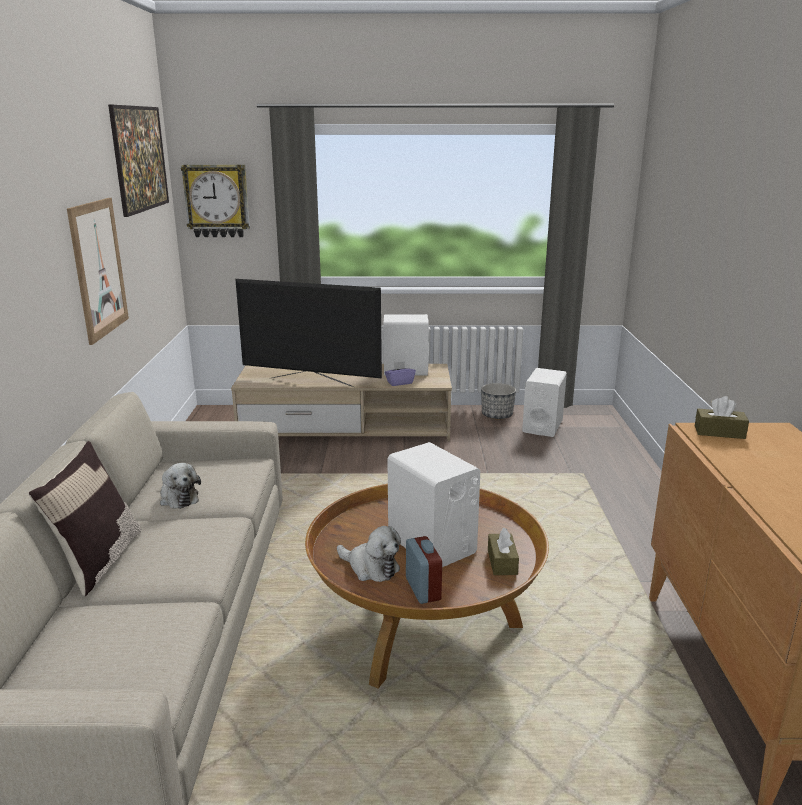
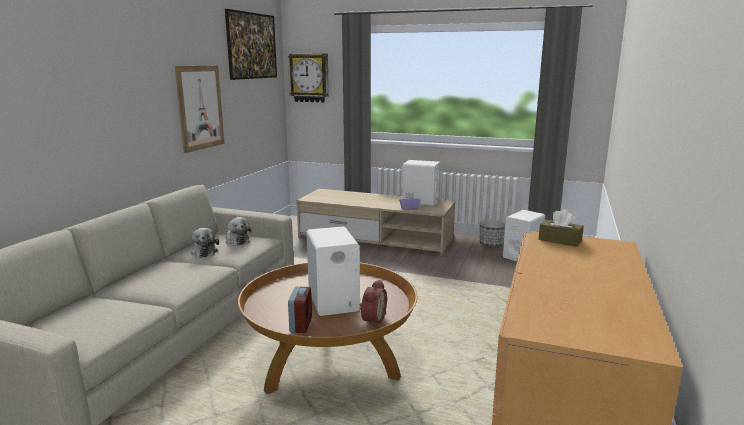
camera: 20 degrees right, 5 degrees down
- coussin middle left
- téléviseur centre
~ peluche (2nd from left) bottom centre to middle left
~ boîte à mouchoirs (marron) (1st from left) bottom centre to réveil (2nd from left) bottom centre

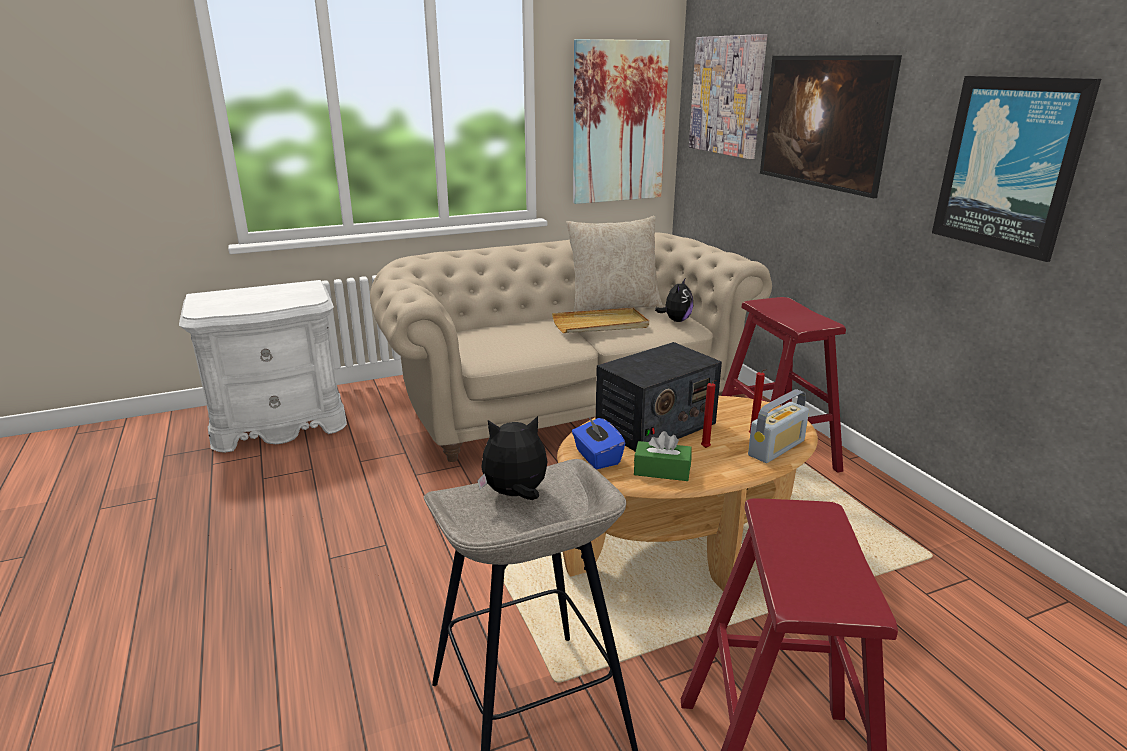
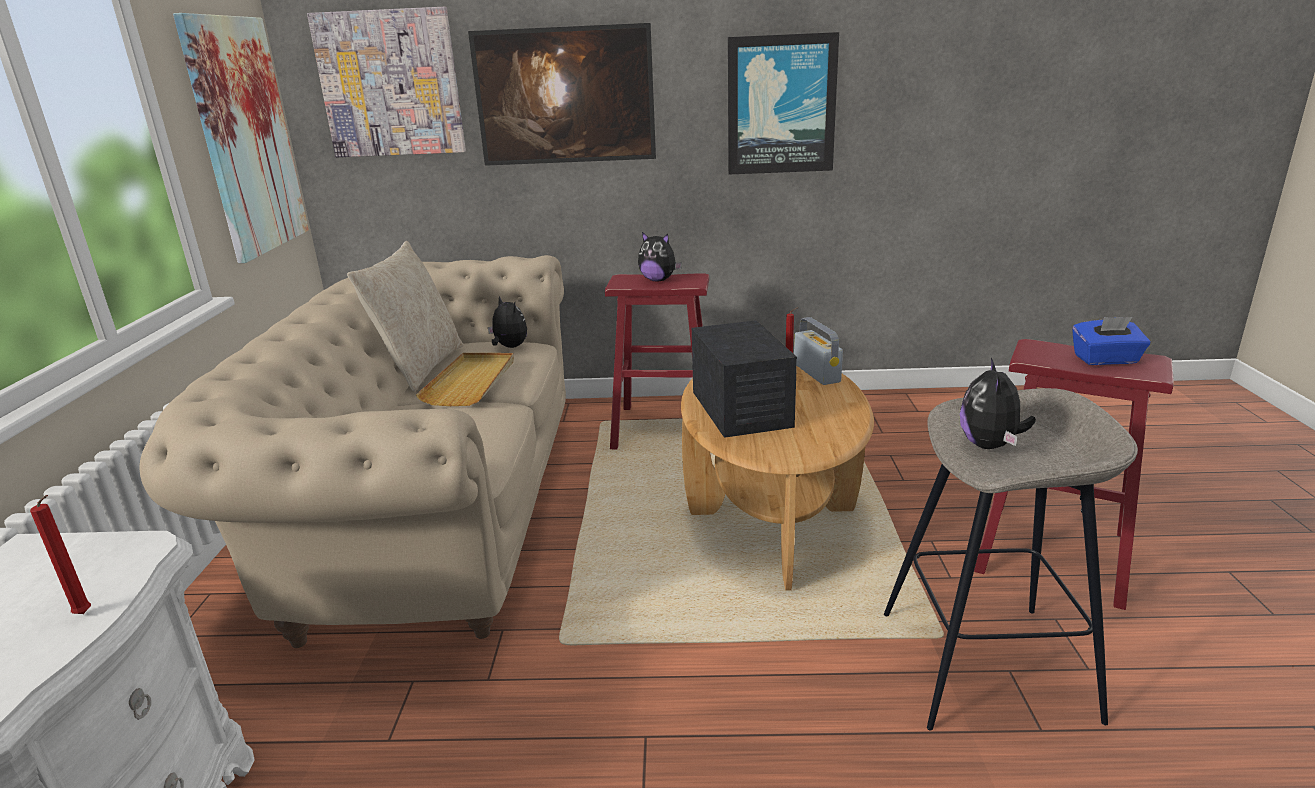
camera: 65 degrees left, 0 degrees up
~ boîte à mouchoirs (bleu) centre to middle right
- boîte à mouchoirs (vert) centre
~ bougie (rouge) (1st from left) centre to bottom left
+ peluche (2nd from left) top centre

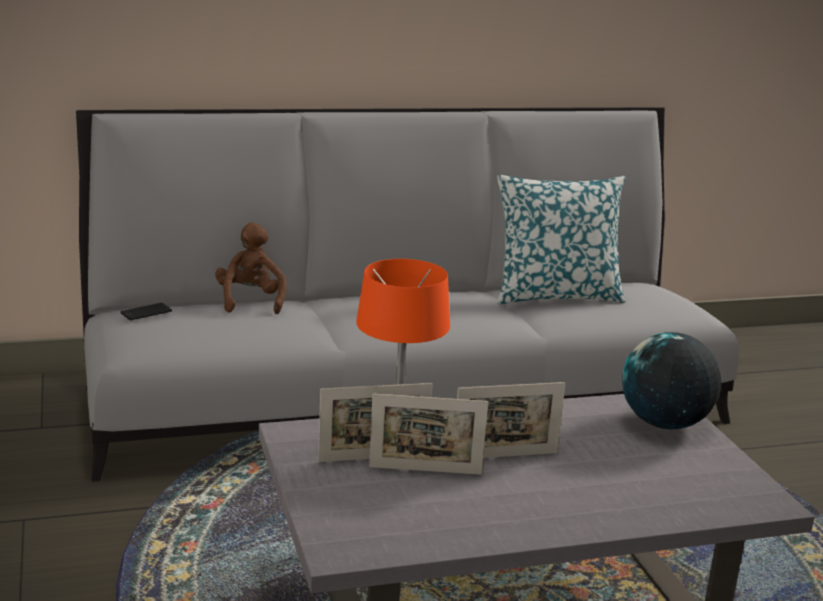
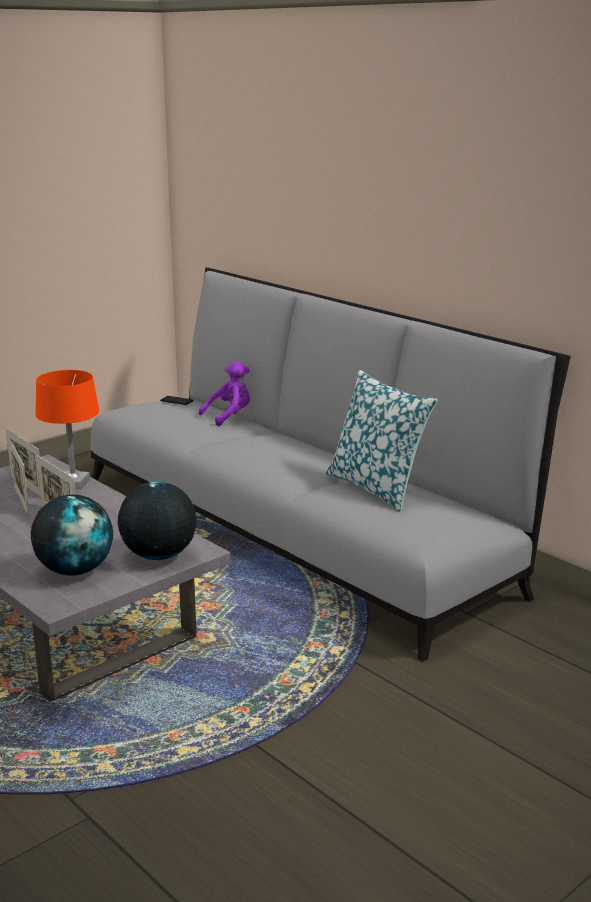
camera: 65 degrees right, 0 degrees up
~ peluche (marron) middle left to peluche (violet) centre
+ globe (1st from left) middle left

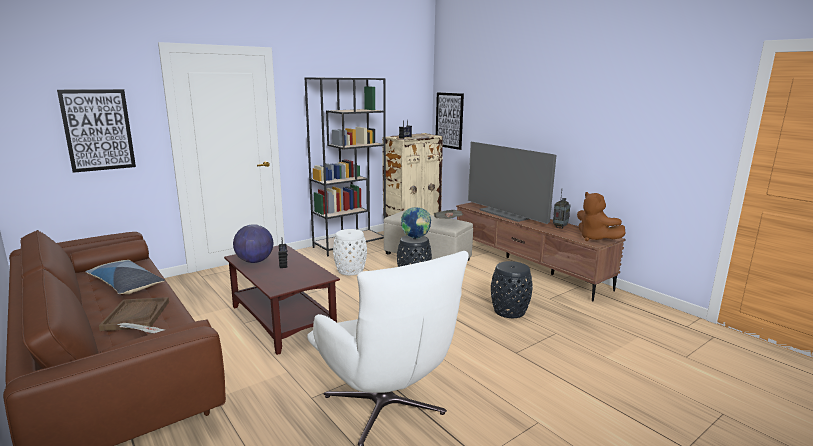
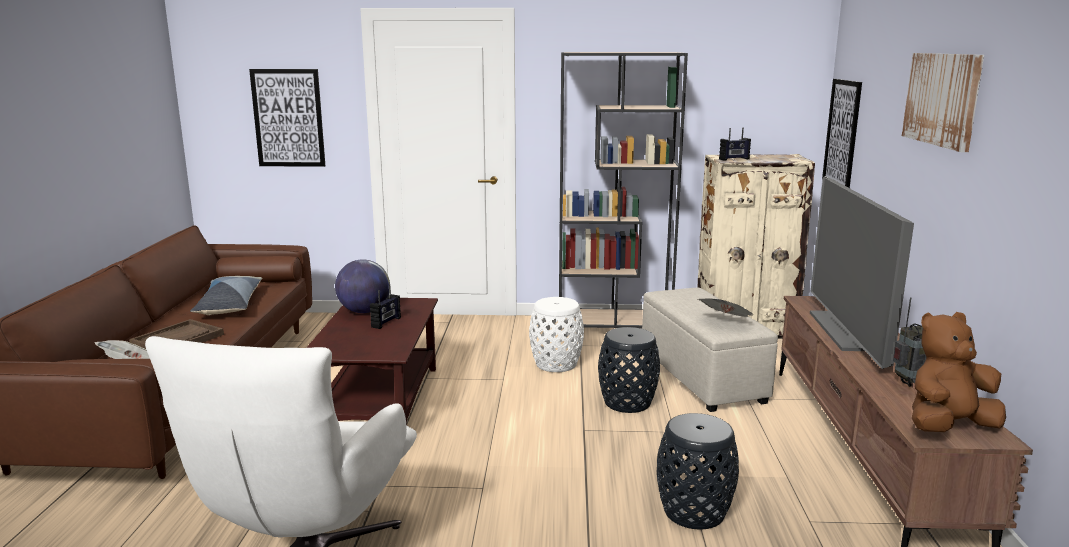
camera: 40 degrees right, 0 degrees up
- globe (2nd from left) centre
~ peluche (marron) middle right = bottom right 60 degrees clockwise
+ tableau (3rd from left) top right

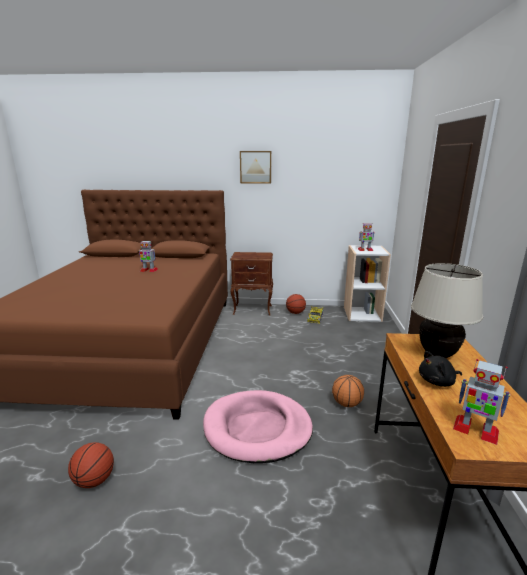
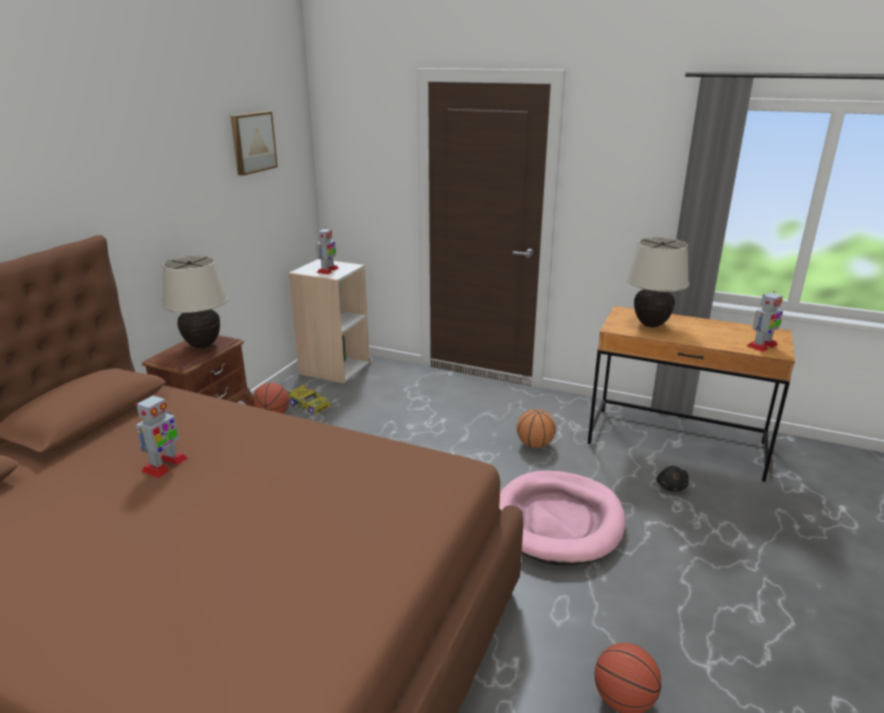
camera: 70 degrees left, 5 degrees up
~ tableau top centre to top left
~ peluche (noir) middle right to bottom right
+ lampe de table (beige) (1st from left) middle left

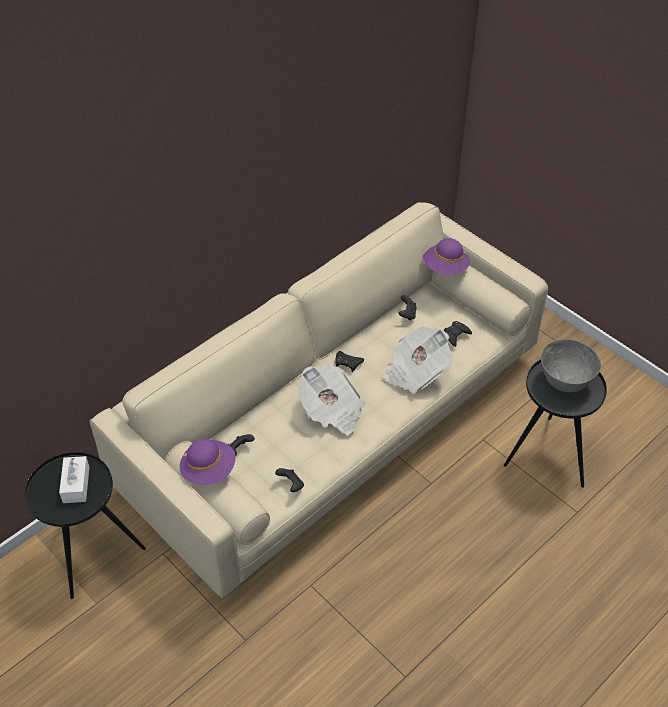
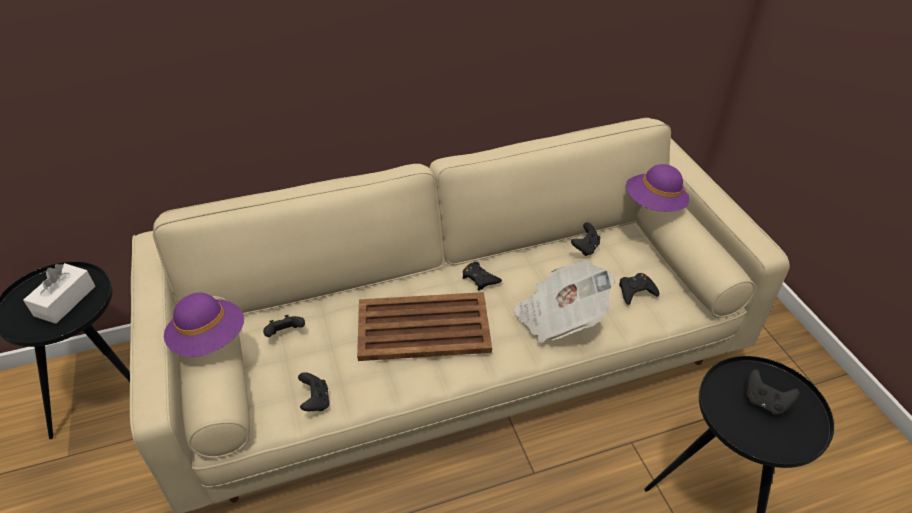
camera: 25 degrees right, 5 degrees down
~ journal (1st from left) centre to plateau (marron) centre
~ bol (gris) middle right to manette (noir) (6th from left) bottom right

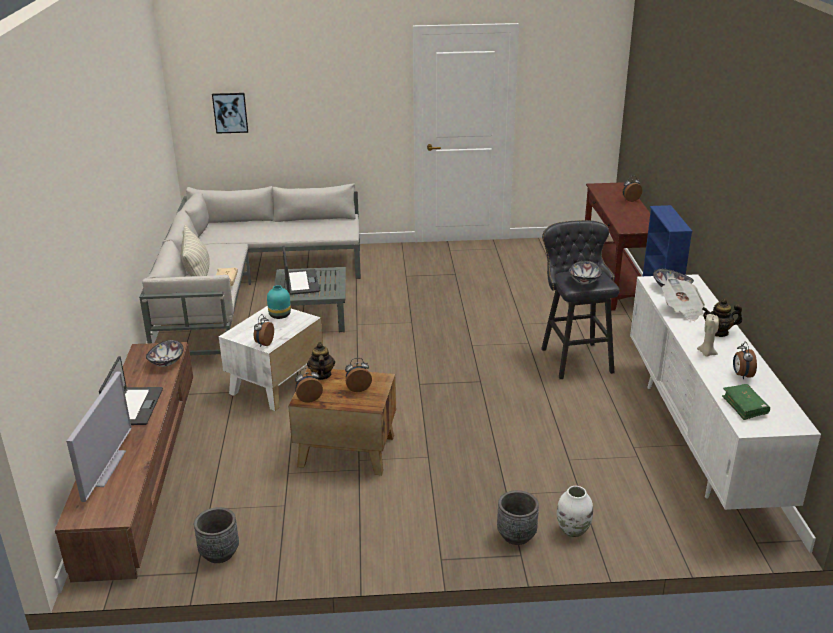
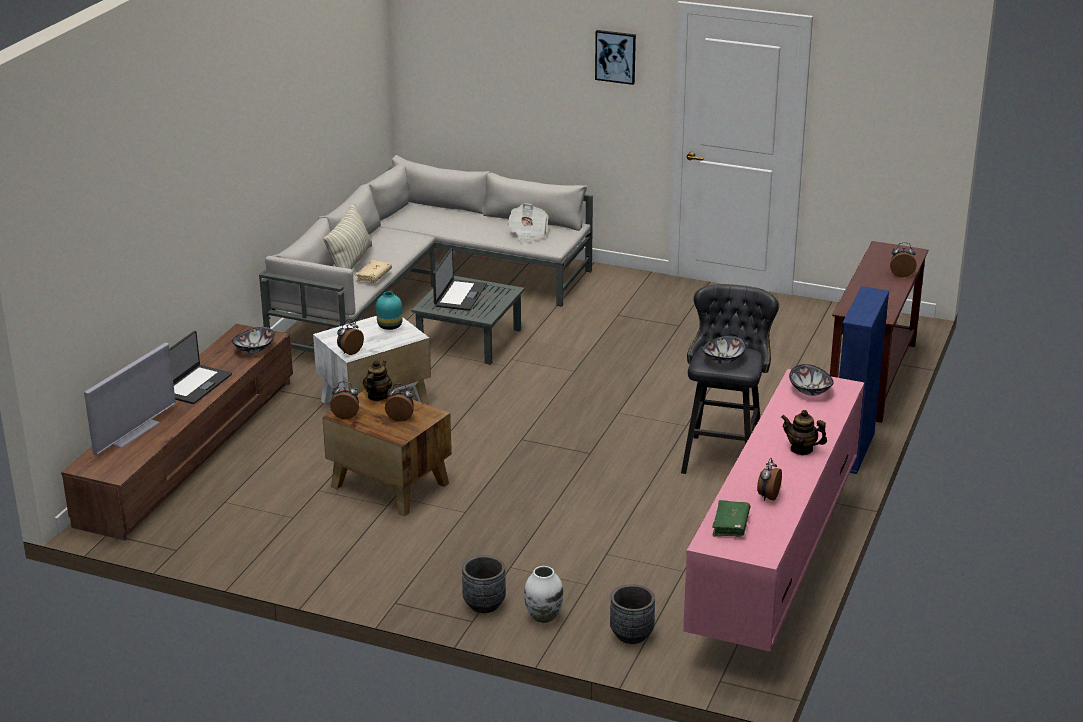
camera: 25 degrees right, 0 degrees up
~ cache-pot (gris) (1st from left in the first image) bottom left to cache-pot (gris) (2nd from left) bottom centre
~ tableau top left to top centre
~ meuble de rangement (blanc) middle right to meuble de rangement (rose) bottom right
~ journal middle right to top centre
- bougie (beige) middle right

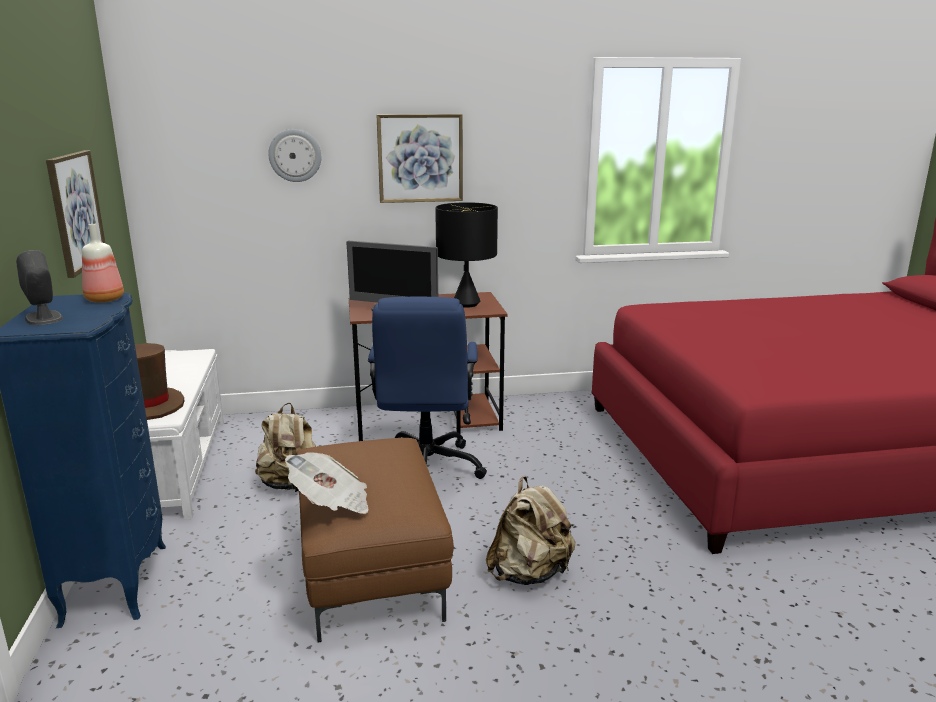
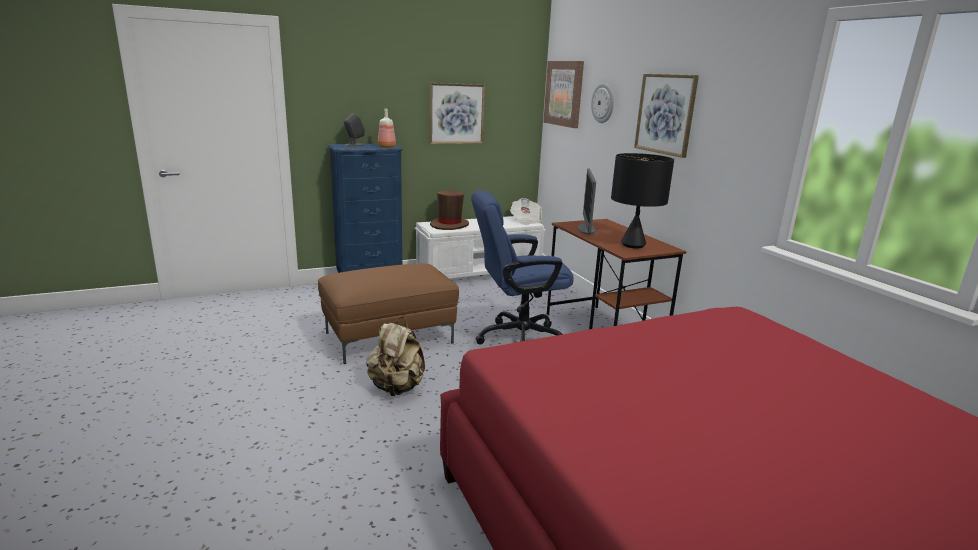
camera: 75 degrees right, 0 degrees up
- sac à dos (beige) (1st from left) middle left
~ journal bottom centre to centre
+ tableau (2nd from left) top centre

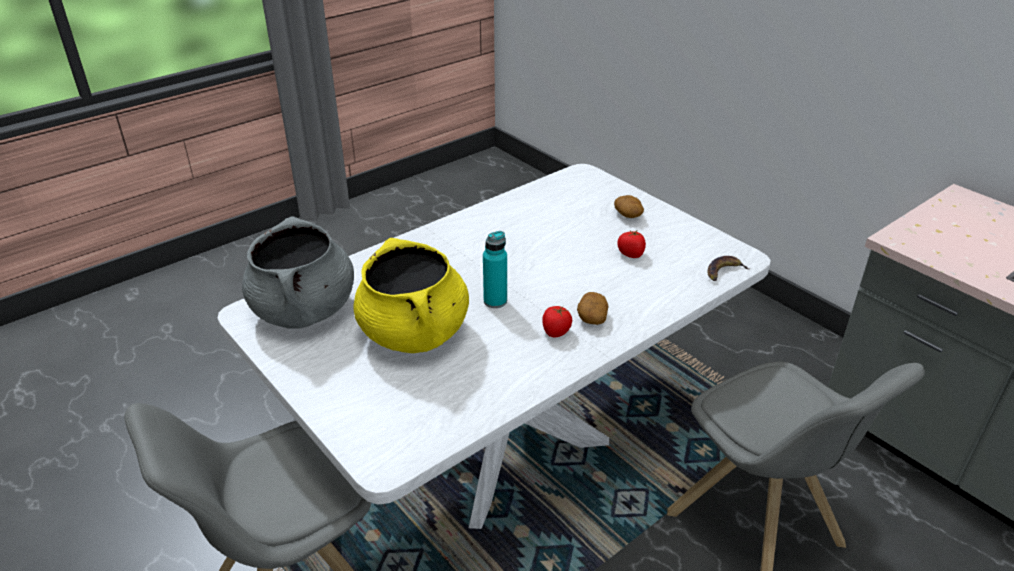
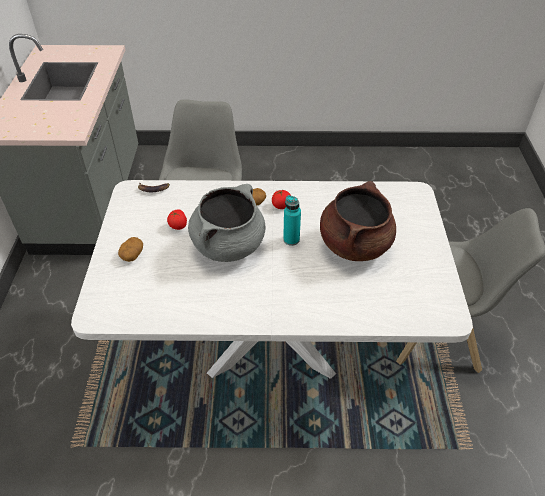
camera: 140 degrees left, 10 degrees up
~ marmite (gris) middle left to centre
~ marmite (jaune) centre to marmite (marron) centre

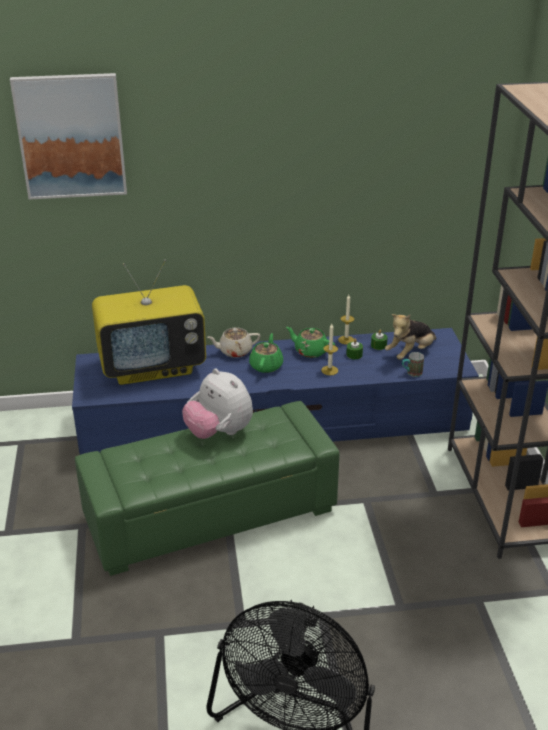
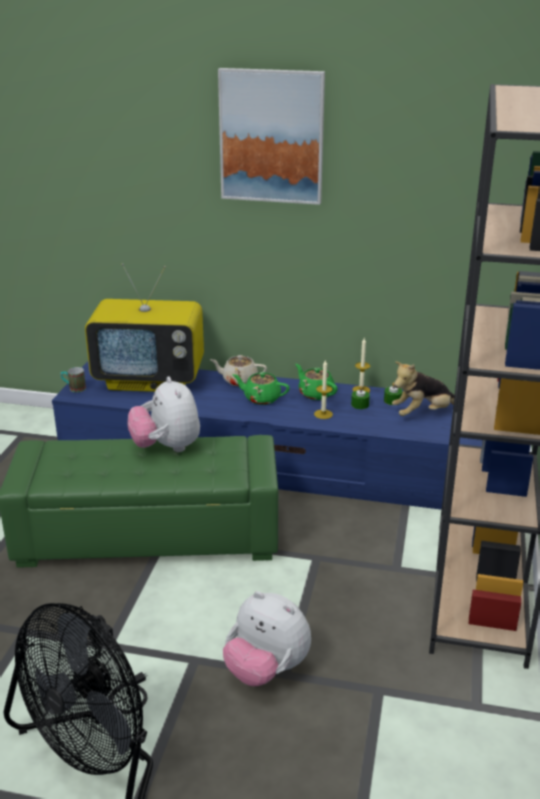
camera: 20 degrees right, 5 degrees down
~ tableau top left to top centre
~ théière (vert) (1st from left) centre = centre 105 degrees counterclockwise
~ mug middle right to middle left
+ peluche (2nd from left) bottom centre

